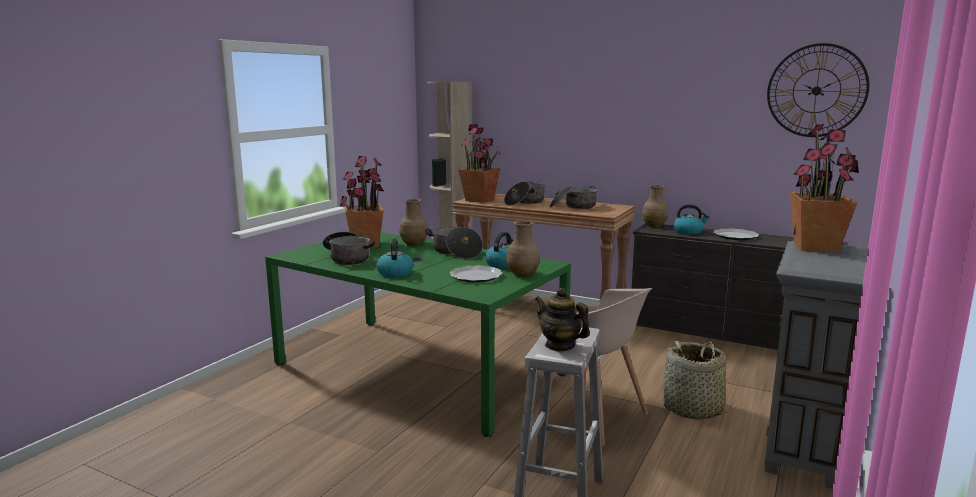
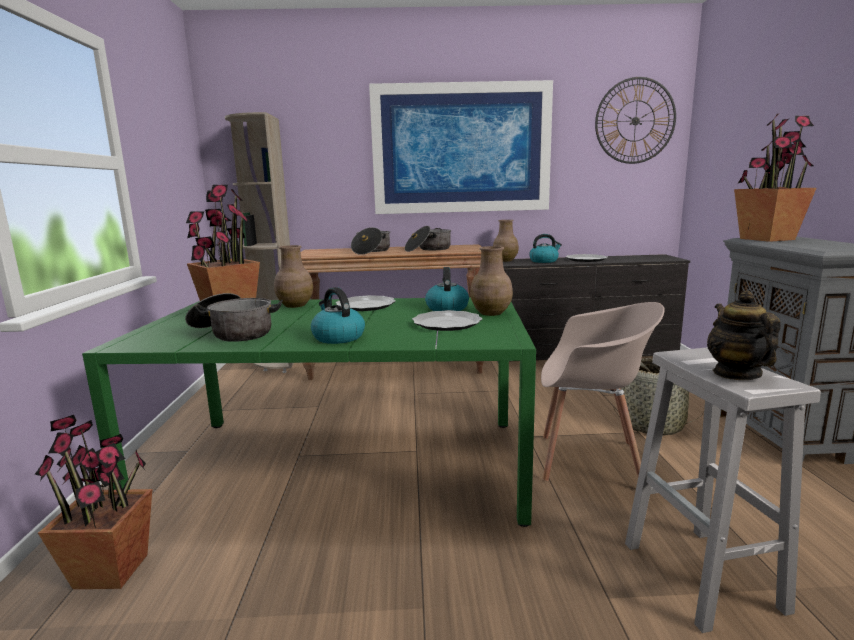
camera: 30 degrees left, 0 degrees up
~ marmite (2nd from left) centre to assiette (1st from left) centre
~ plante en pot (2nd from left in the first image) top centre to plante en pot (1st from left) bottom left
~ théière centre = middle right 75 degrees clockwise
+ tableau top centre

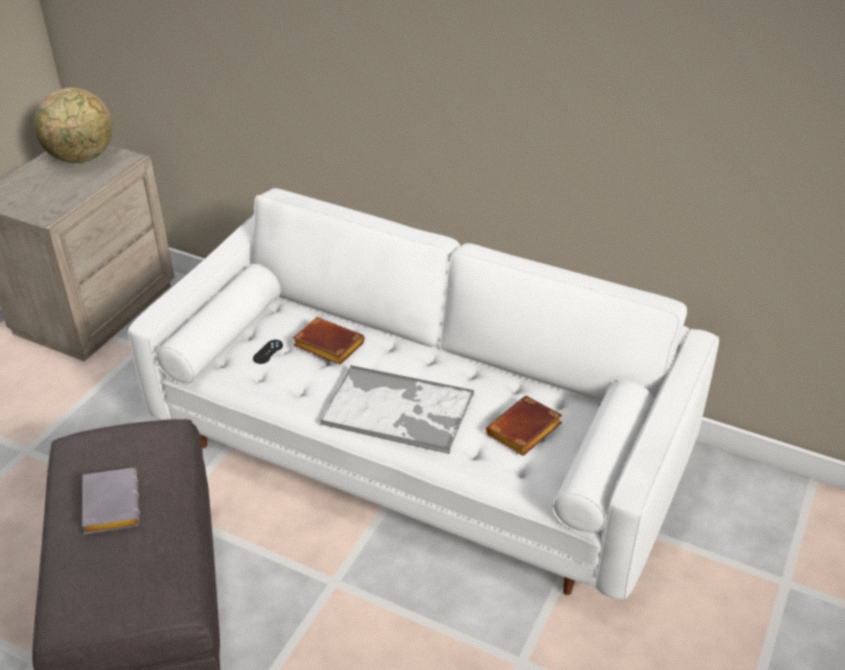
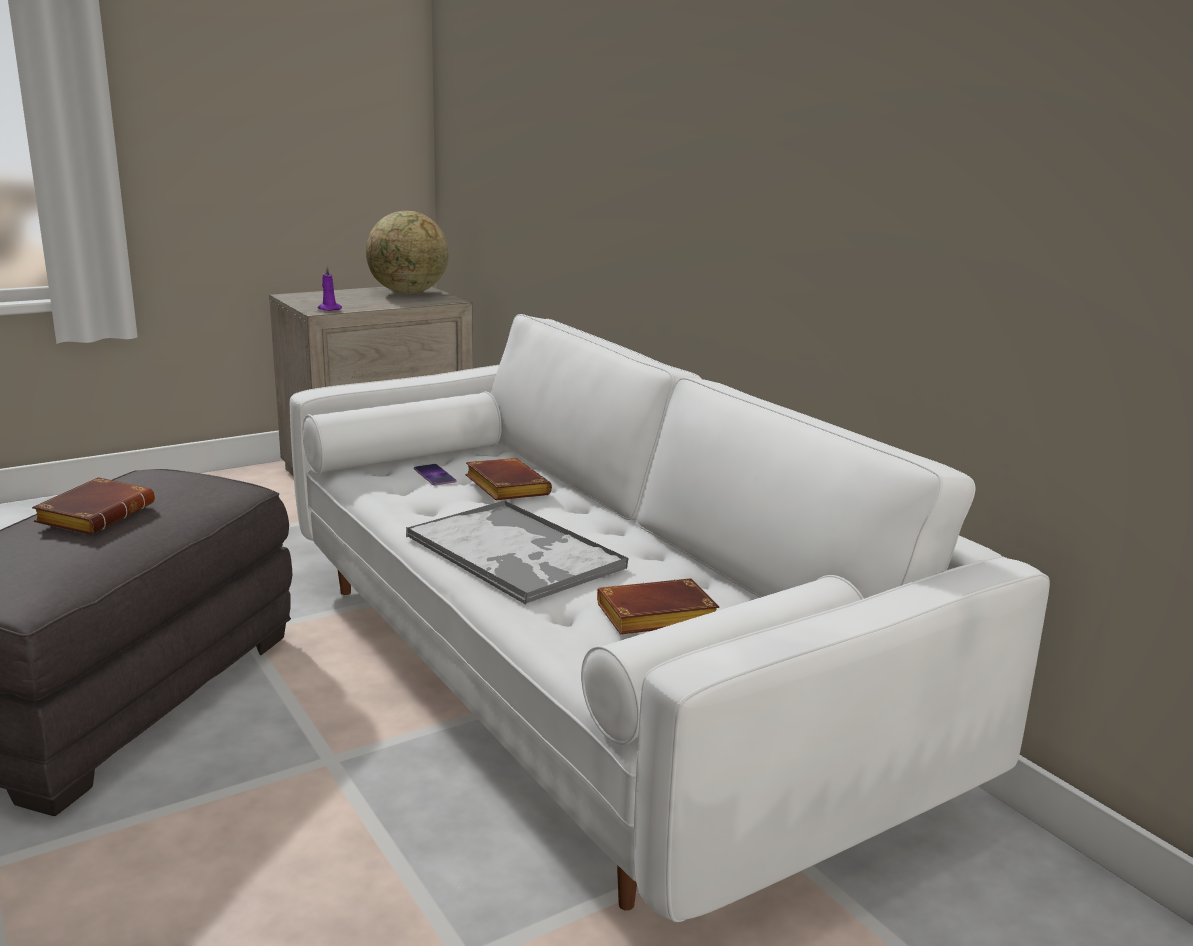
camera: 30 degrees right, 20 degrees down
~ livre (gris) bottom left to livre (marron) (1st from left) middle left
~ manette (noir) middle left to téléphone centre
+ bougie (violet) top left

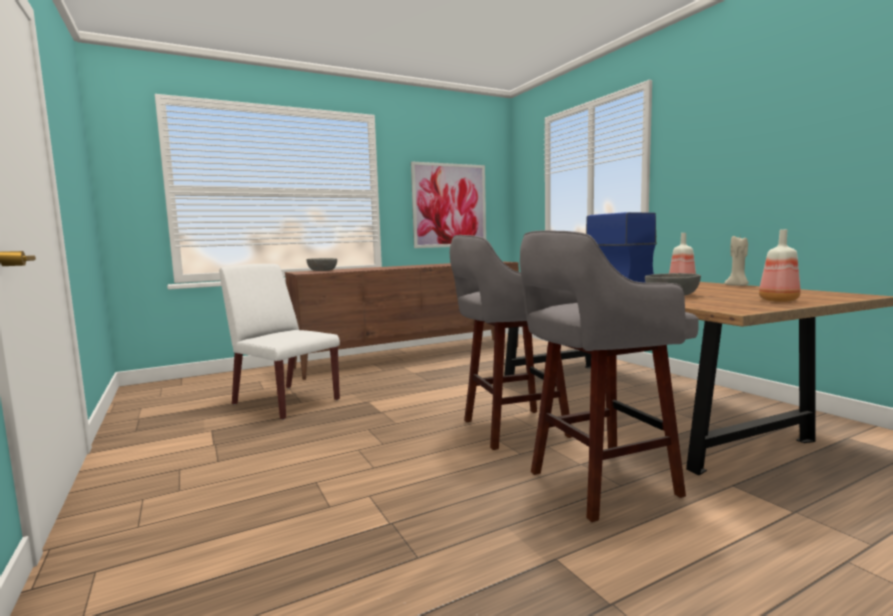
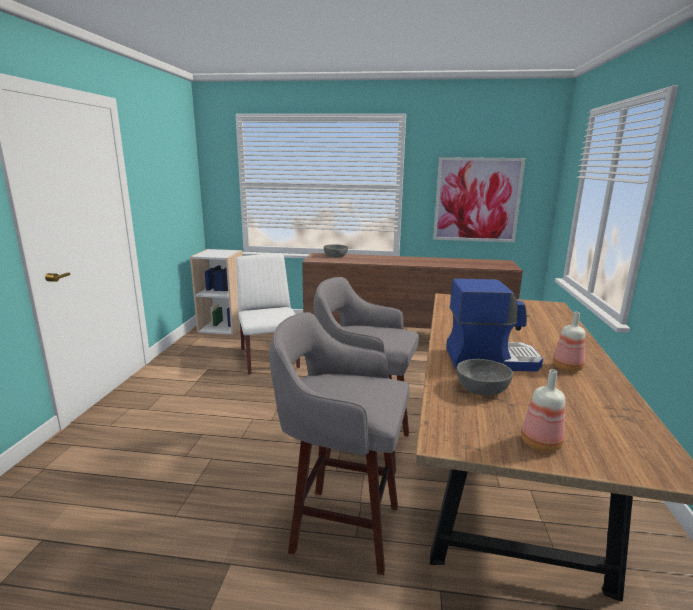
camera: 35 degrees right, 10 degrees up
- bougie (beige) middle right
+ bibliothèque middle left

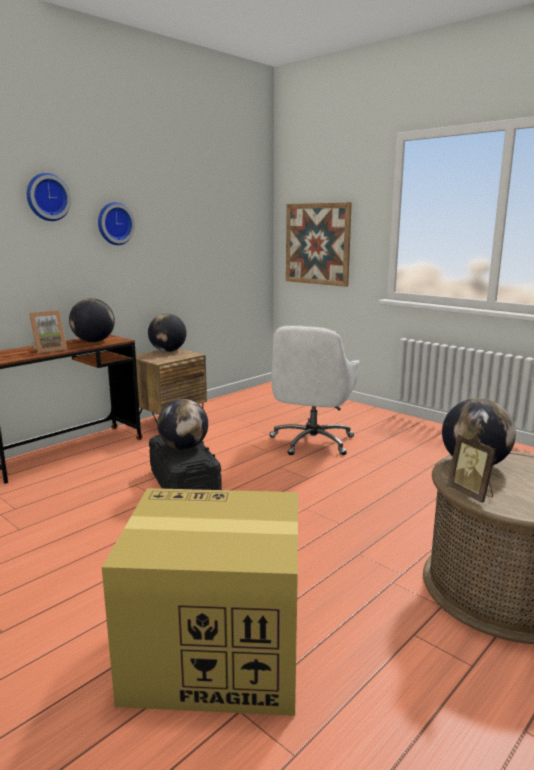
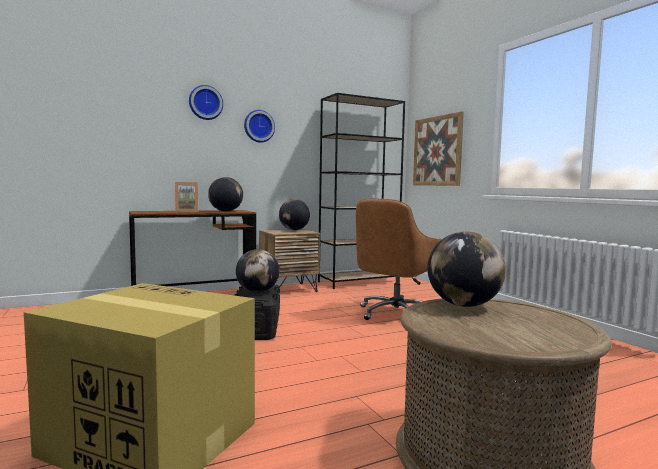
camera: 20 degrees right, 10 degrees down
~ chaise de bureau (blanc) centre to chaise de bureau (marron) centre
- cadre photo (2nd from left) middle right
+ bibliothèque (beige) centre

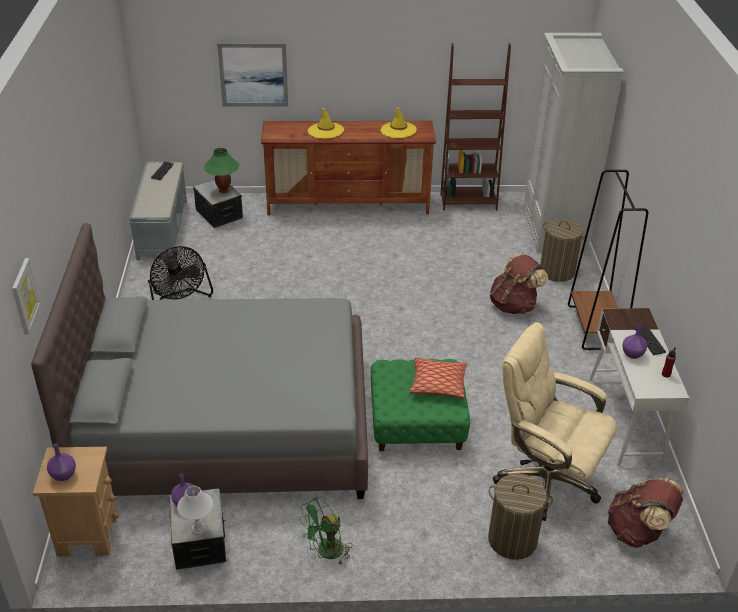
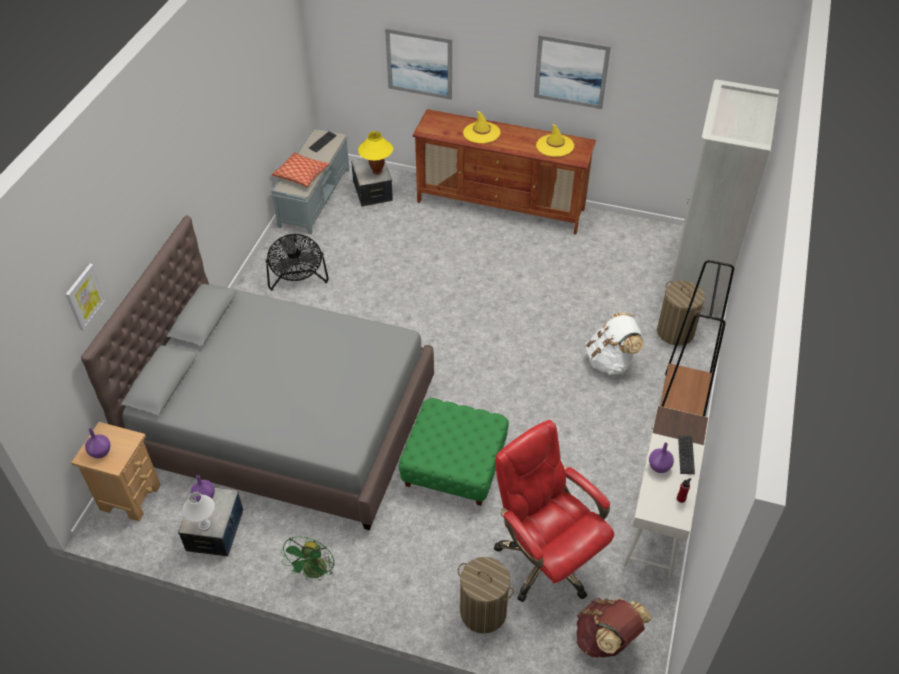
camera: 20 degrees right, 10 degrees up
~ lampe de table (vert) top left to lampe de table (jaune) top centre
~ ventilateur (vert) bottom centre = bottom centre 60 degrees counterclockwise
~ coussin centre to top centre
- bibliothèque (marron) top centre
~ sac à dos (marron) (1st from left) middle right to sac à dos (blanc) middle right
~ chaise de bureau (beige) bottom right to chaise de bureau (rouge) bottom centre
+ tableau (3rd from left) top centre

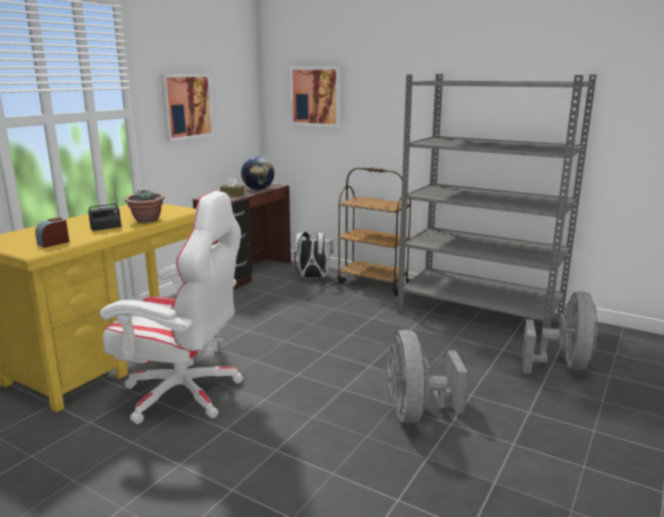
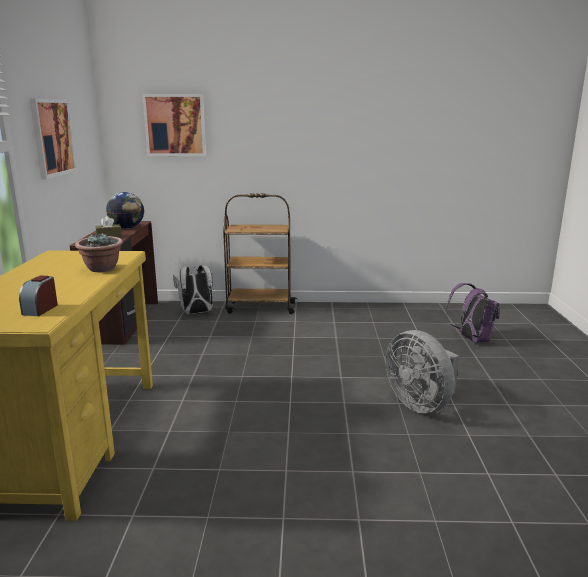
camera: 30 degrees left, 0 degrees up
- radio middle left
- chaise de bureau (blanc) middle left
- bibliothèque (gris) middle right
~ ventilateur (gris) (2nd from left) middle right to sac à dos (violet) middle right

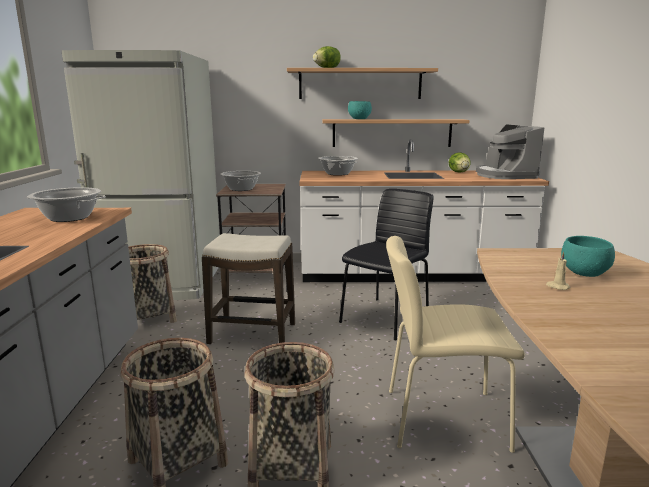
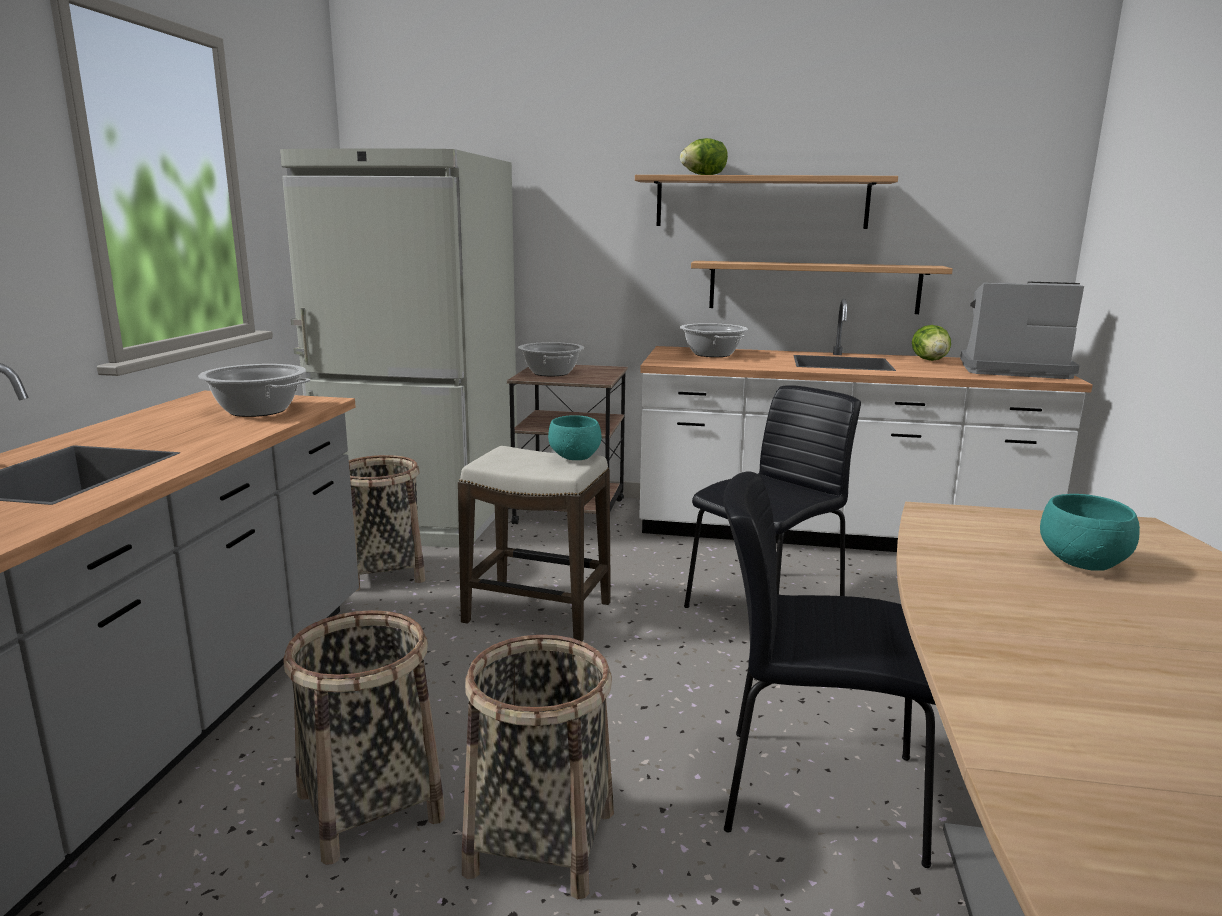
camera: 10 degrees right, 0 degrees up
~ bol (turquoise) (1st from left) top centre to centre
~ chaise (beige) bottom right to chaise (noir) (2nd from left) bottom right
~ machine à café top right = middle right 105 degrees clockwise
- bougie (beige) middle right

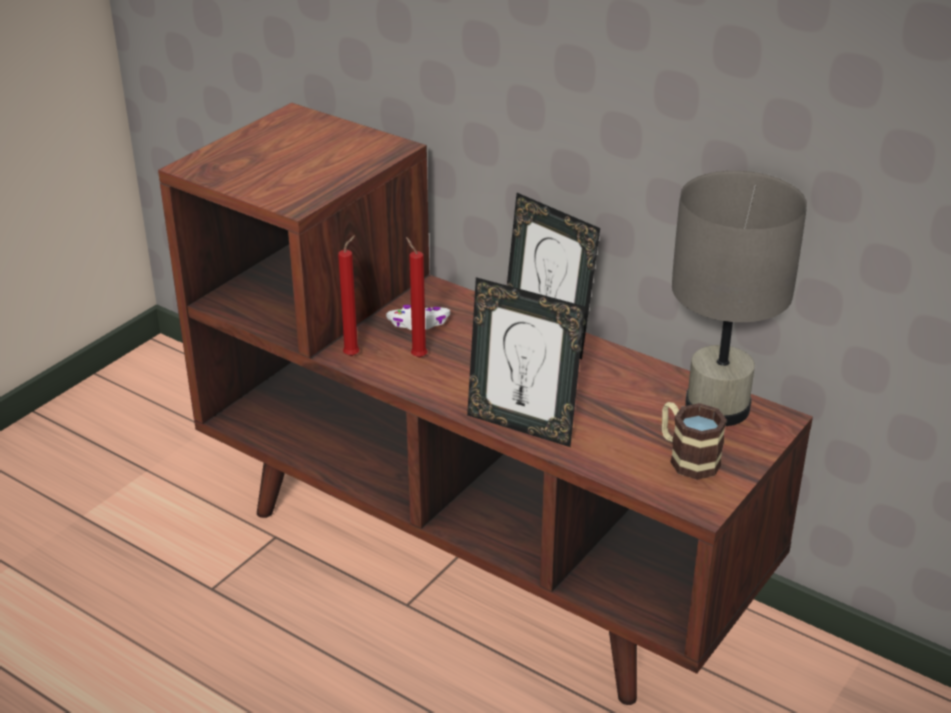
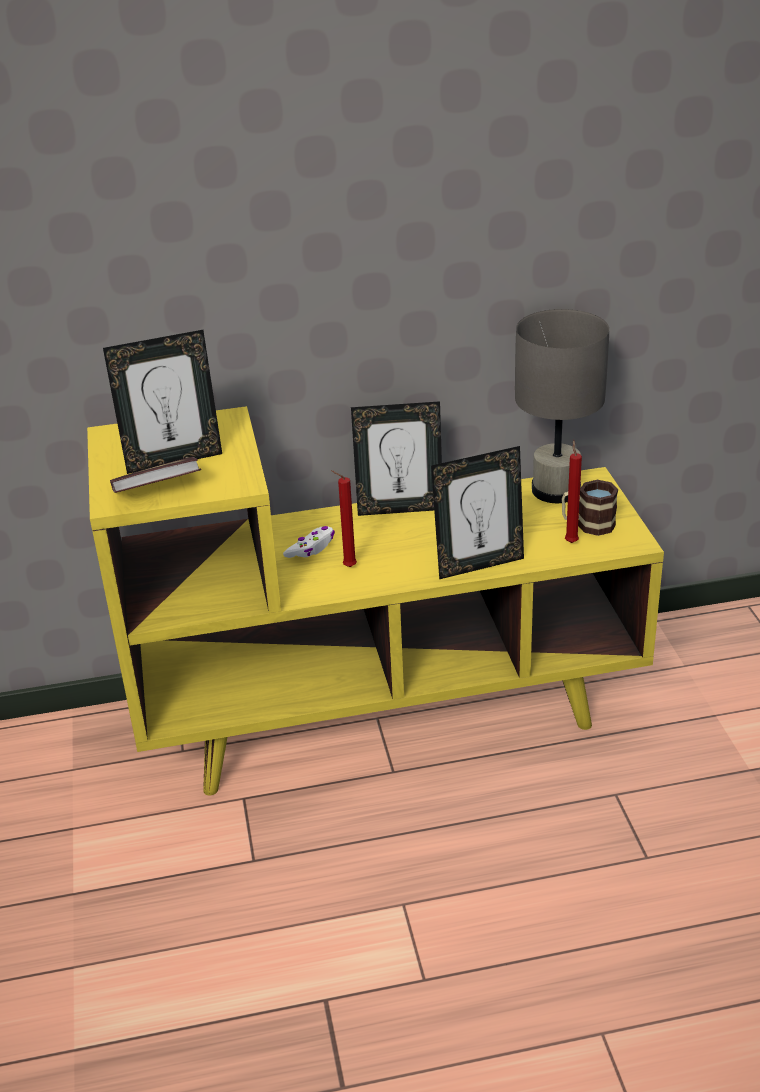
camera: 45 degrees left, 0 degrees up
~ meuble télé (marron) centre to meuble télé (jaune) centre
~ bougie (rouge) (1st from left in the first image) centre to bougie (rouge) (2nd from left) middle right
+ cadre photo (1st from left) middle left
+ livre middle left

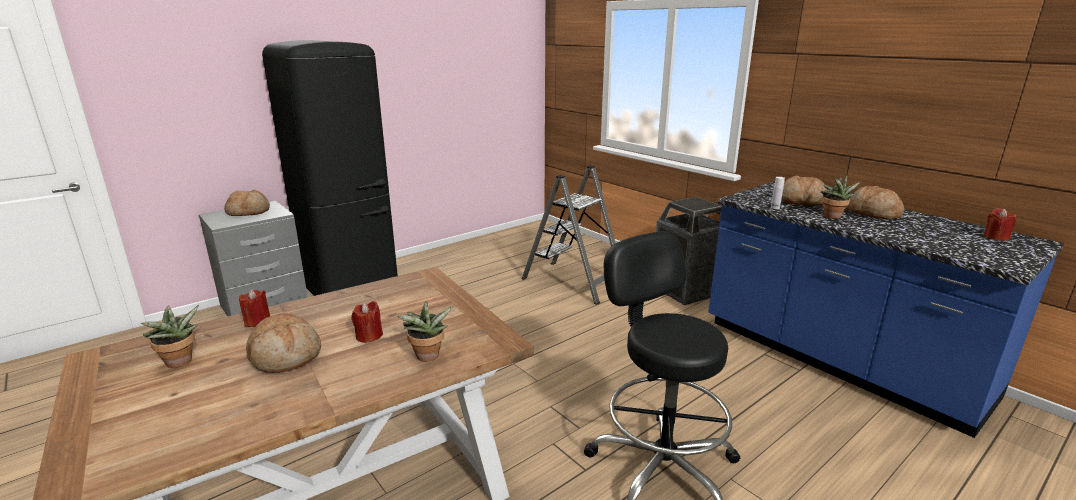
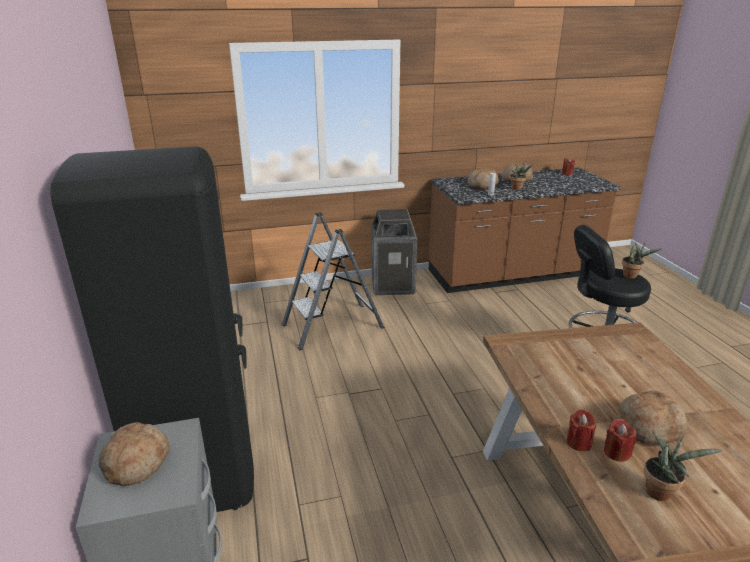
camera: 65 degrees left, 5 degrees up
~ bougie (rouge) (2nd from left in the first image) centre to bougie (rouge) (3rd from left) bottom right
~ plante en pot (2nd from left) centre to middle right
~ comptoir de cuisine (bleu) middle right to comptoir de cuisine (marron) middle right

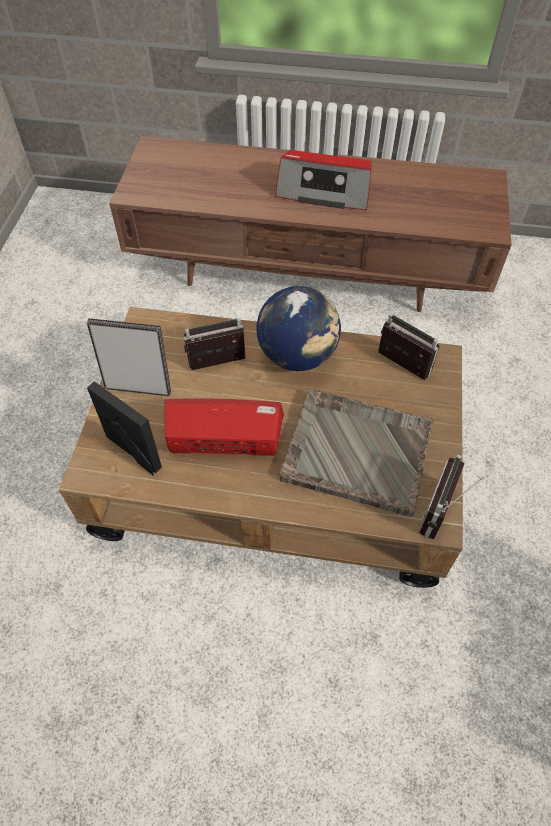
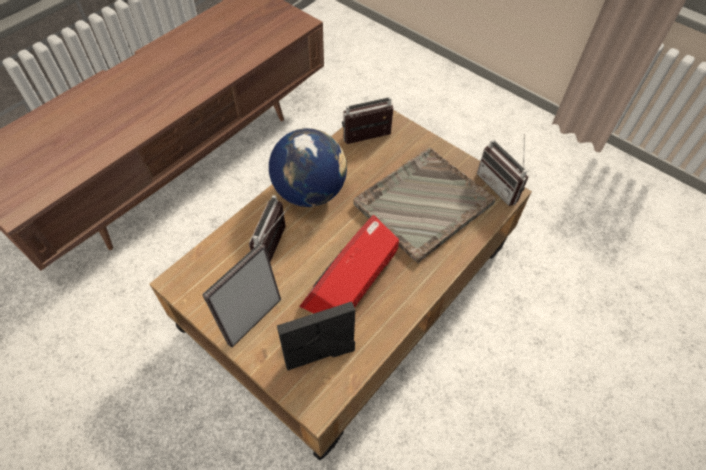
camera: 60 degrees left, 0 degrees up
- radio (3rd from left) top centre

